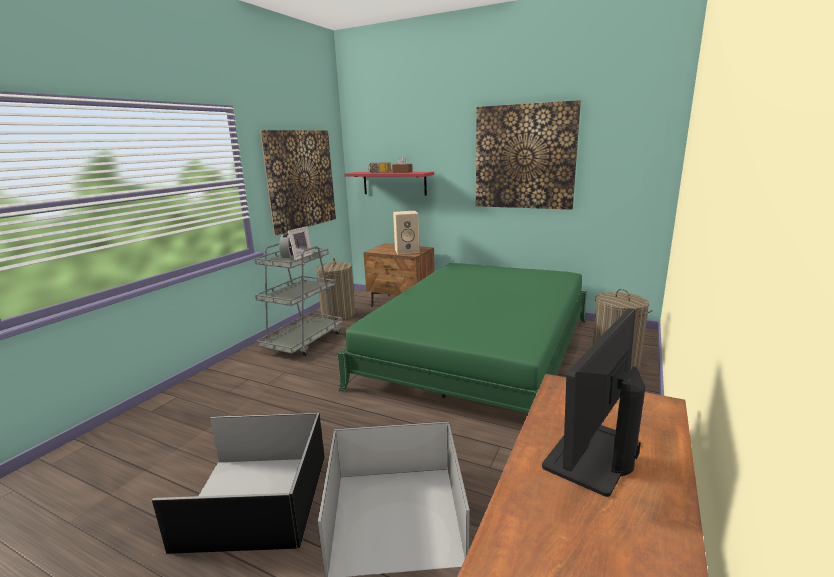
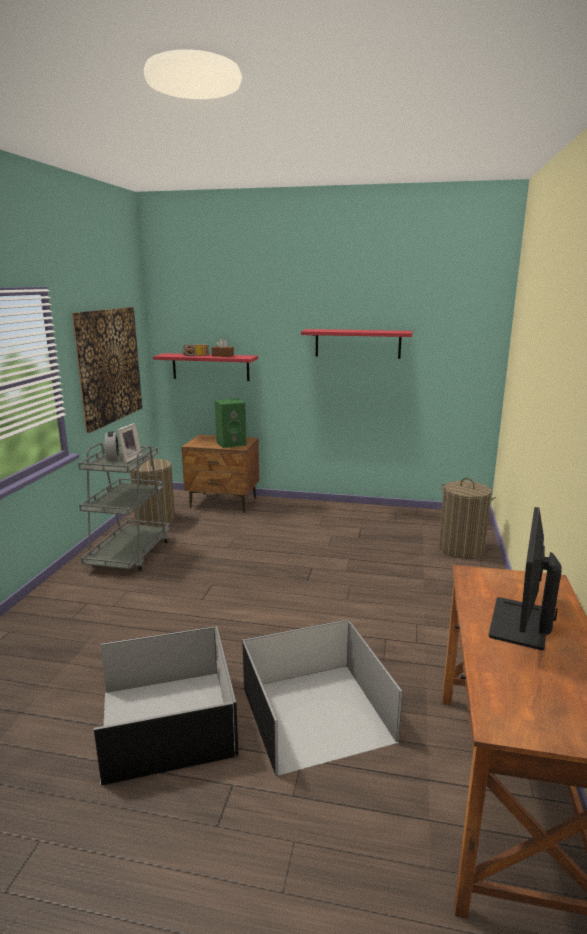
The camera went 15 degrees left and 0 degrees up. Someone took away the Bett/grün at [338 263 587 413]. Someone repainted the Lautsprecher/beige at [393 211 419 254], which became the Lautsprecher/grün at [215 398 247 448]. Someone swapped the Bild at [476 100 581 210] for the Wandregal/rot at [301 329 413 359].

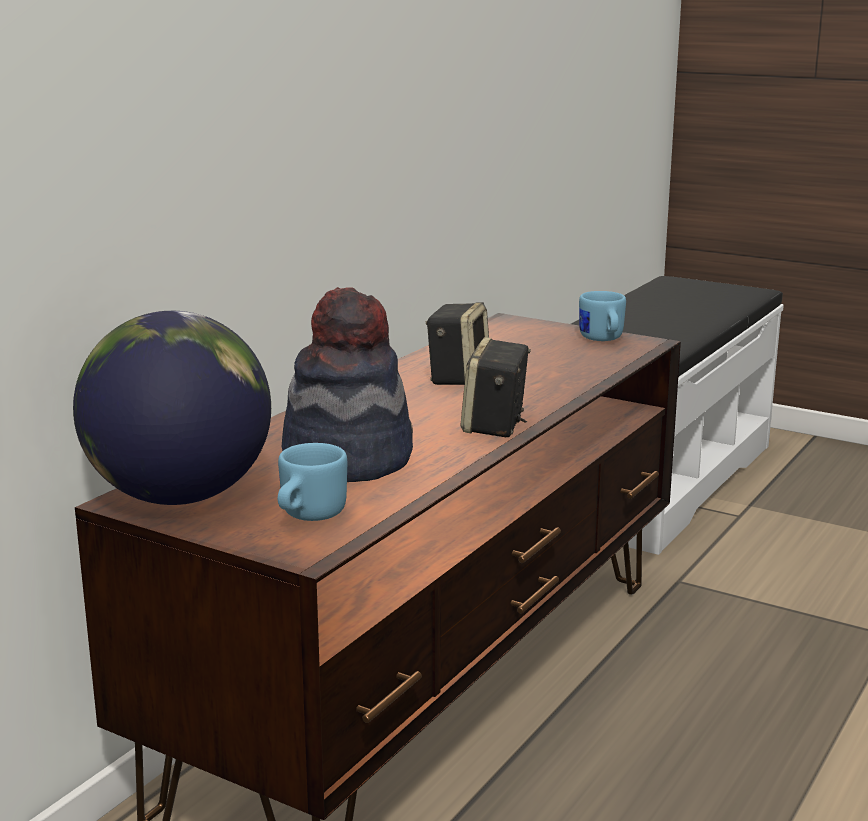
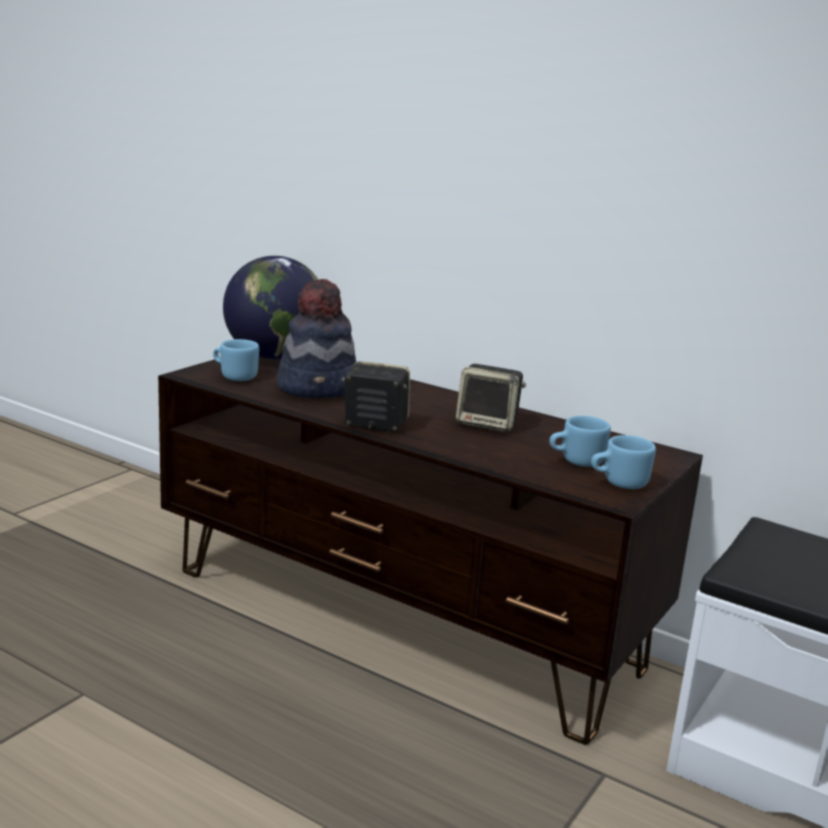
The camera went 90 degrees right and 0 degrees up. Someone put down the Henkelbecher/blau at [550 416 611 467].

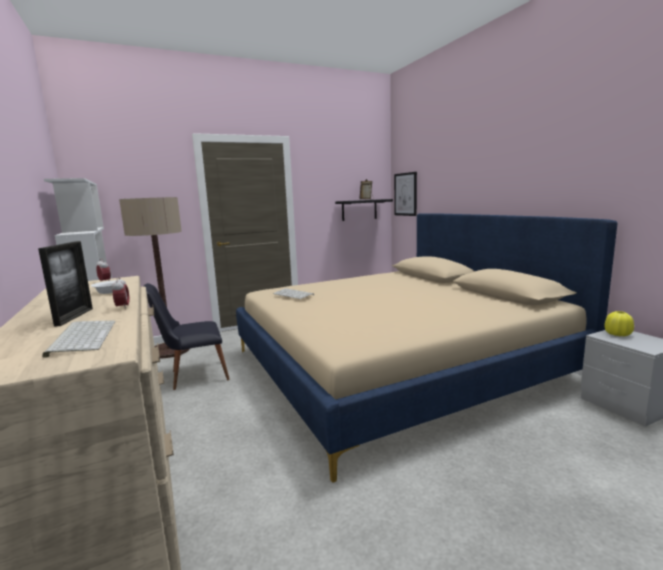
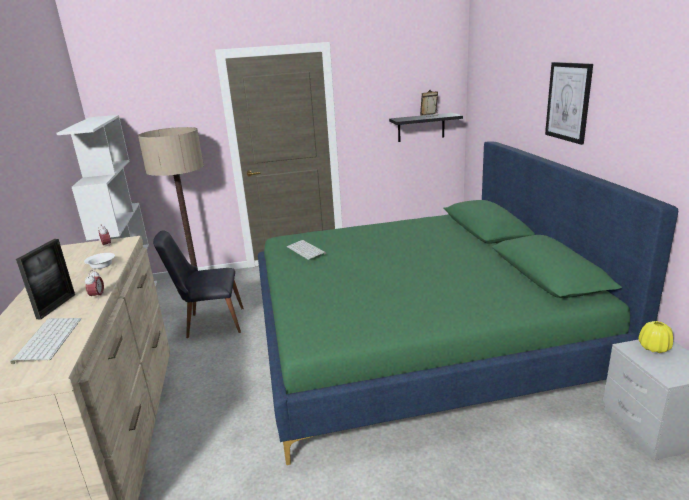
The camera went 15 degrees right and 10 degrees up. Someone repainted the Bett/beige at [236 214 618 483], which became the Bett/grün at [258 141 678 465]. Someone carried the Bild from [394 172 417 216] to [545 62 593 145].

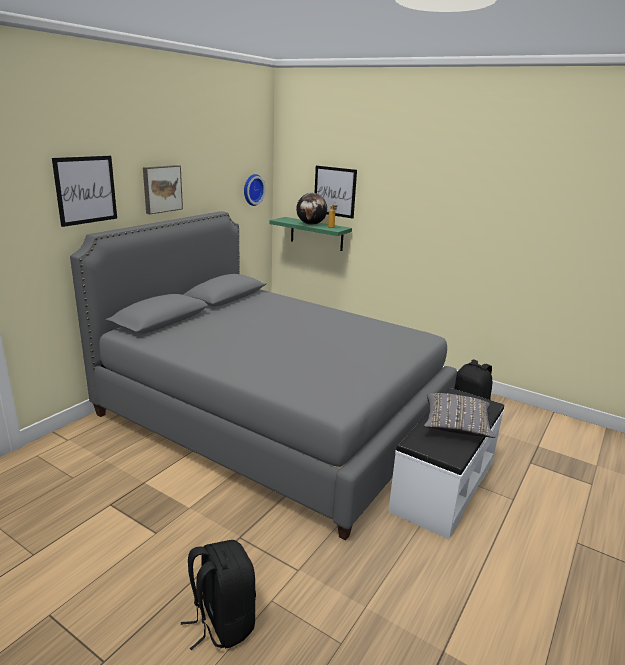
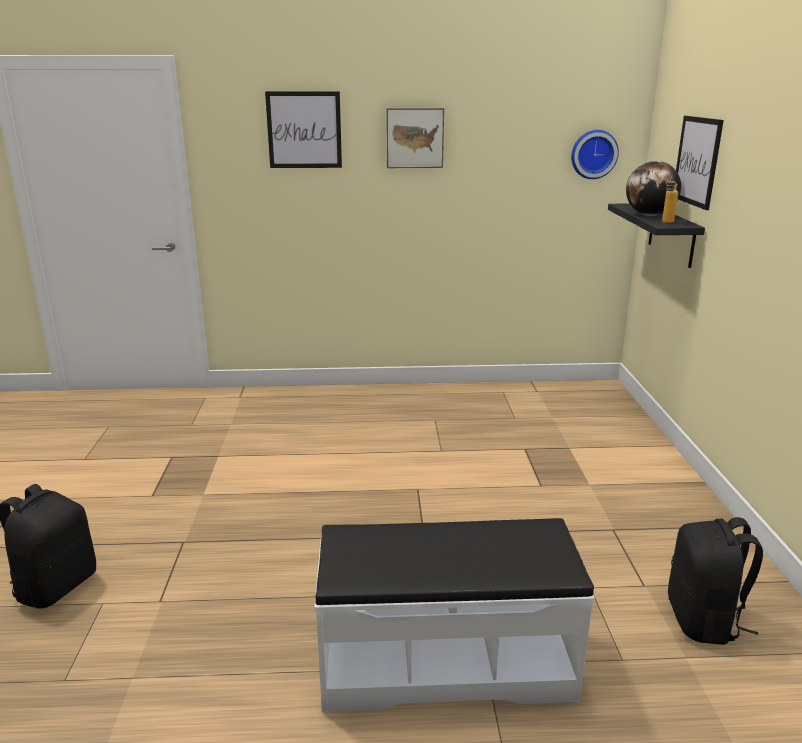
The camera went 55 degrees right and 0 degrees up. Someone took away the Bett/grau at [70 211 457 541]. Someone repainted the Wandregal/grün at [270 217 352 251], which became the Wandregal/schwarz at [608 204 705 268]. Someone took away the Kissen/grau at [424 393 495 438].

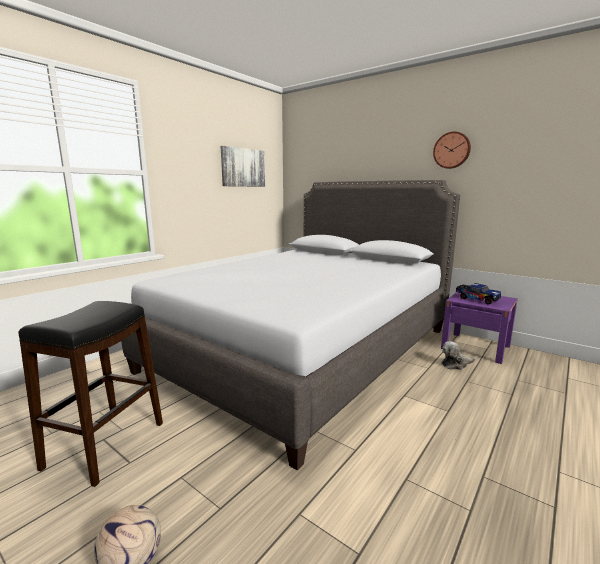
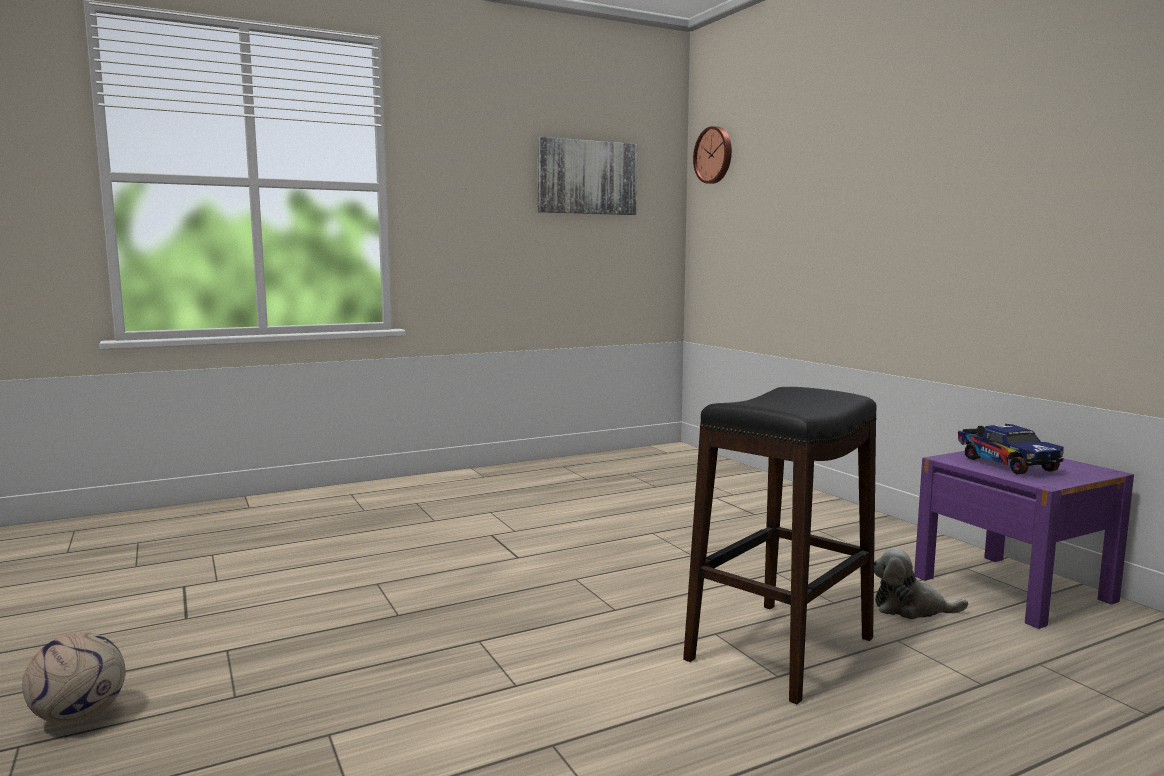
The camera went 25 degrees right and 5 degrees down. Someone carried the Hocker/schwarz from [18 301 163 487] to [683 387 877 705]. Someone took away the Bett/grau at [121 180 460 471]. Someone carried the Wanduhr from [433 131 471 169] to [693 126 732 184].

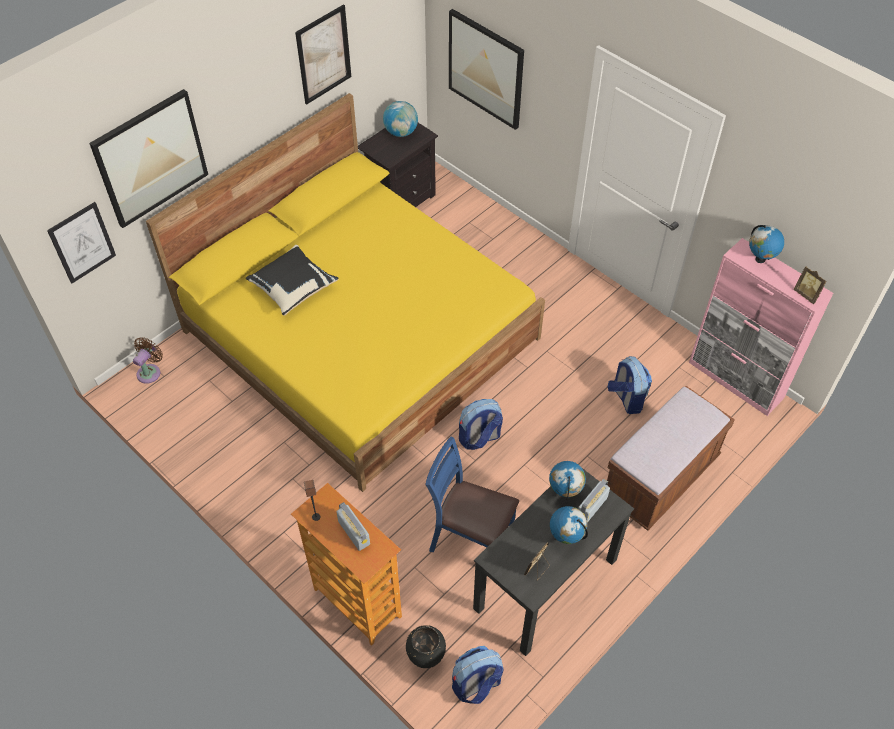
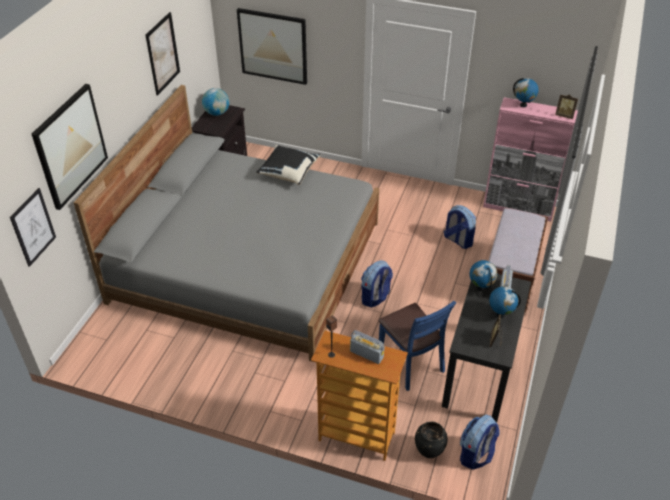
The camera went 25 degrees left and 10 degrees down. Someone took away the Ventilator/braun at [133 337 163 384]. Someone repainted the Bett/gelb at [146 93 545 492], which became the Bett/grau at [73 85 379 362]. Someone carried the Kissen/schwarz from [246 245 339 316] to [256 145 320 185]. Someone rotated the Stuhl/blau at [425 437 519 552] by 120 degrees counterclockwise.

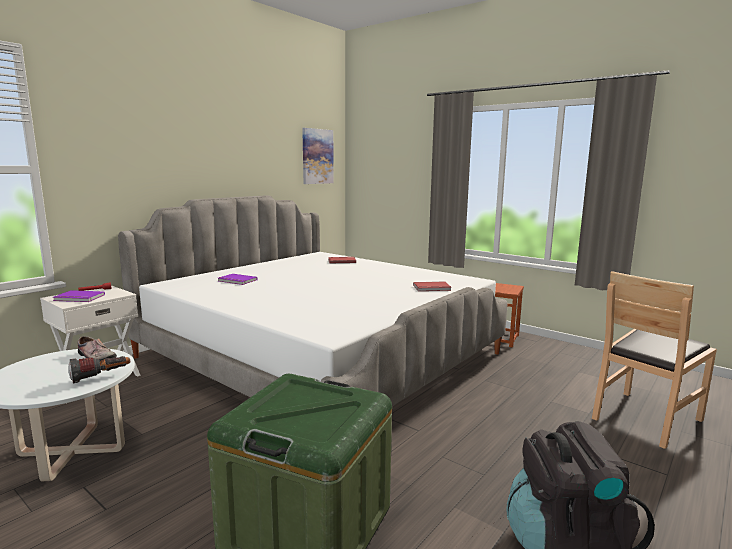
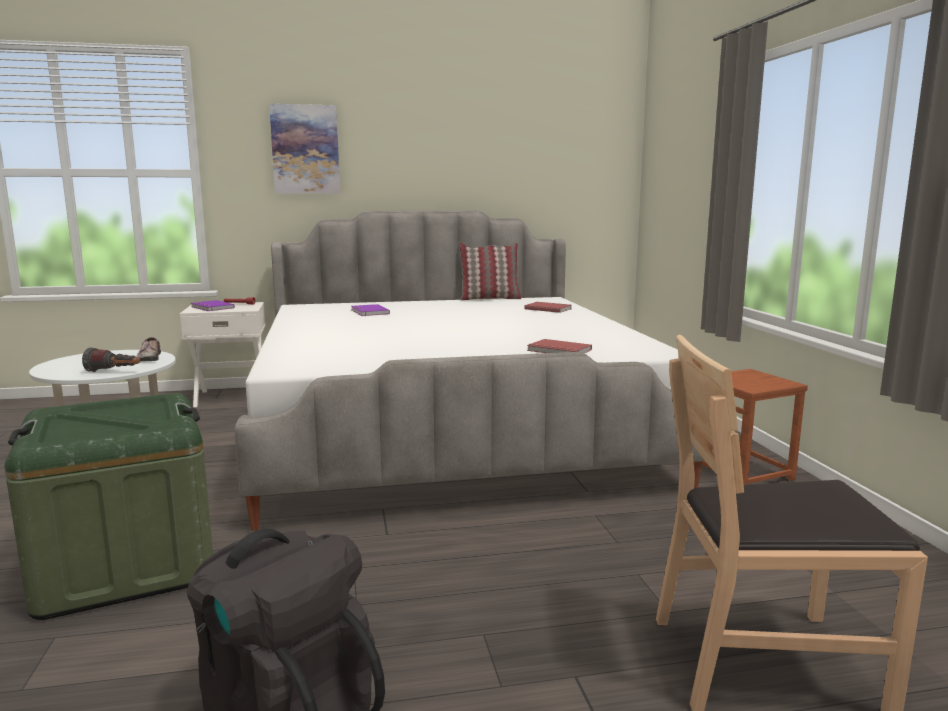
The camera went 40 degrees right and 0 degrees up. Someone carried the Bild from [302 128 334 184] to [269 104 340 194]. Someone put down the Kissen at [459 242 521 300].

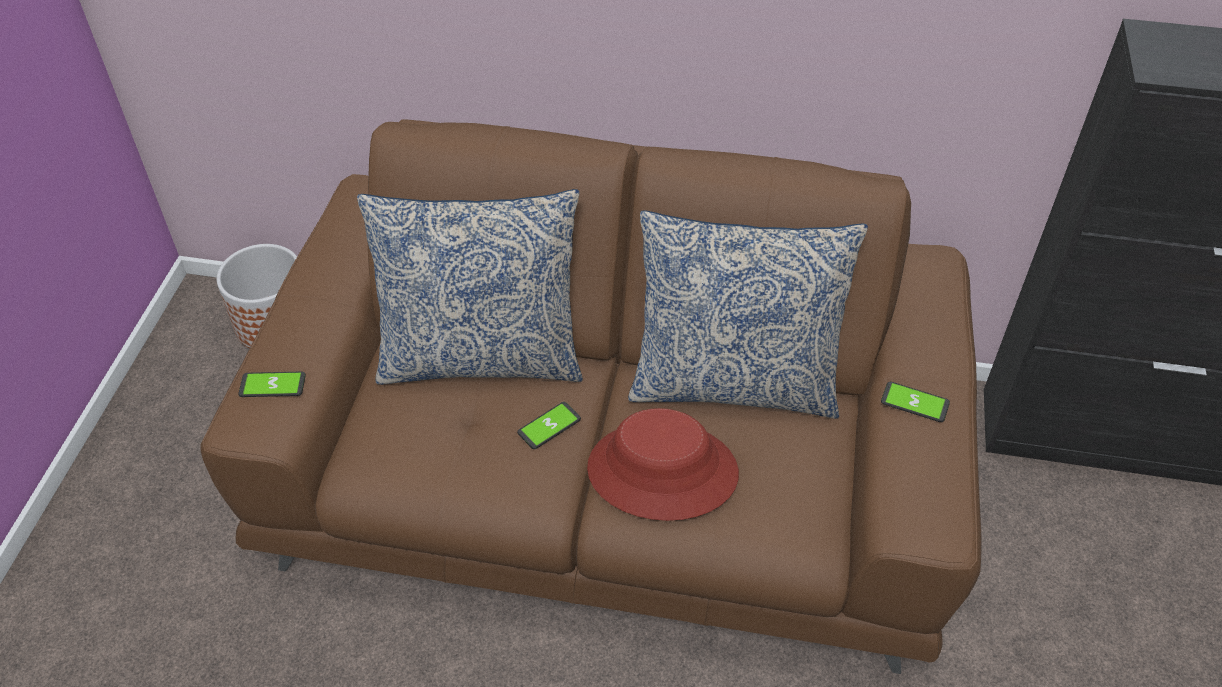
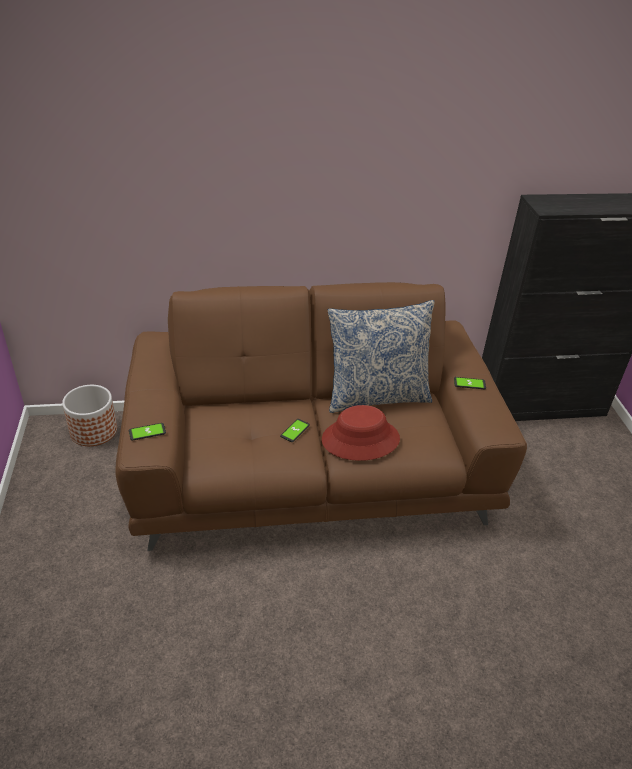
The camera went 20 degrees left and 10 degrees down. Someone took away the Kissen at [357 189 583 385].

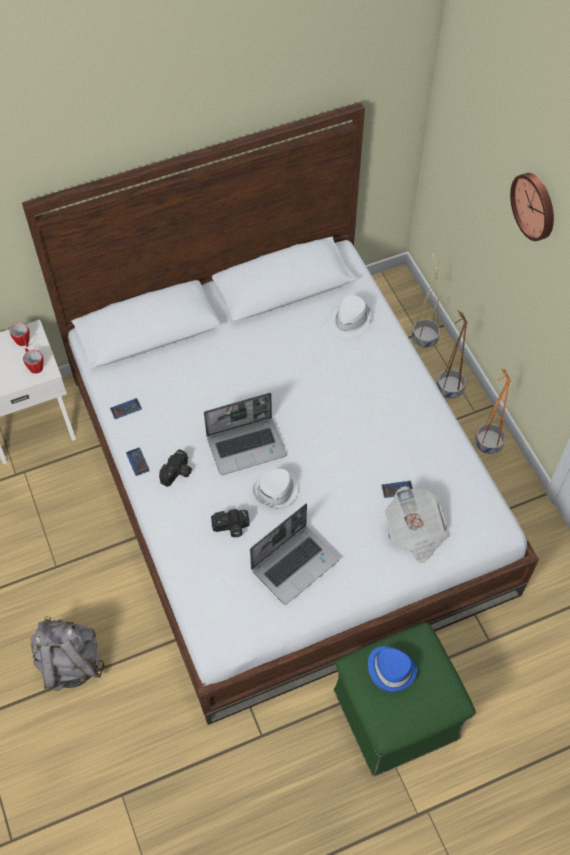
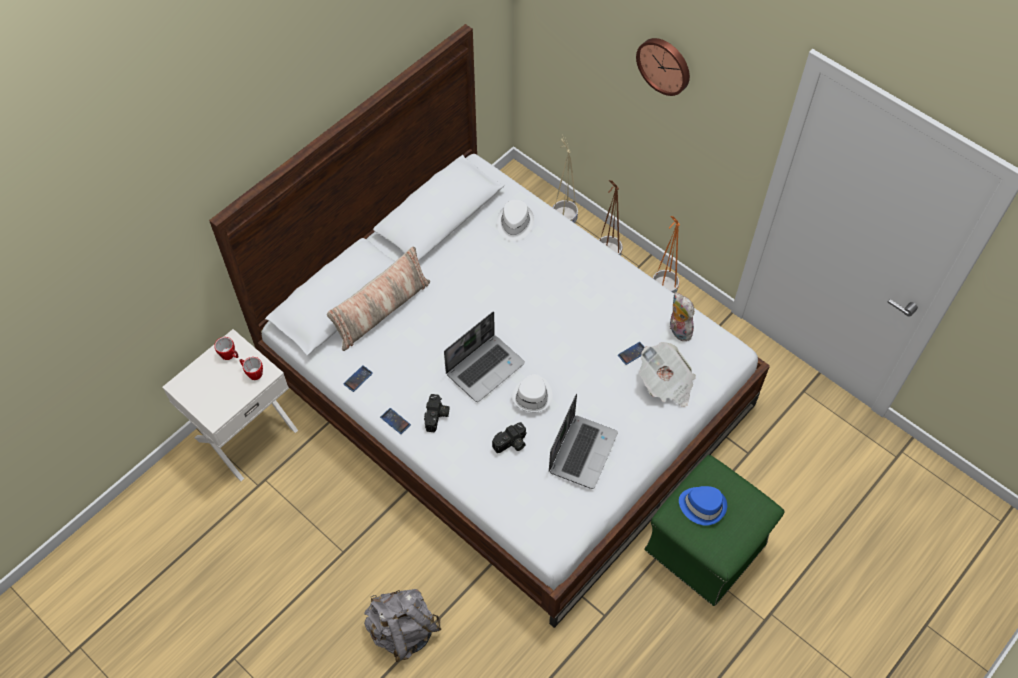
The camera went 25 degrees left and 0 degrees up. Someone put down the Kissen at [327 246 430 351]. Someone put down the Plüschtier at [670 292 694 341].

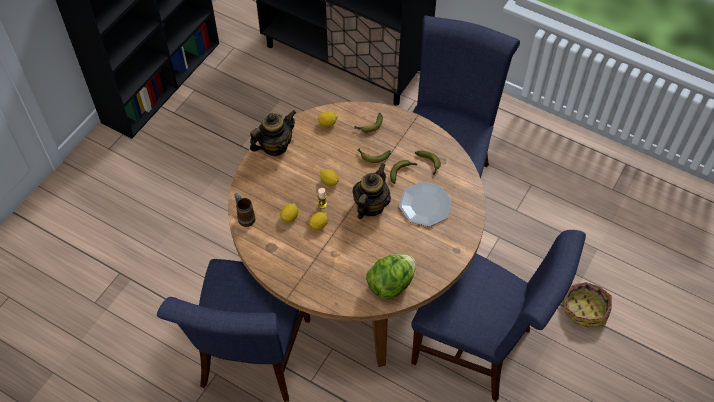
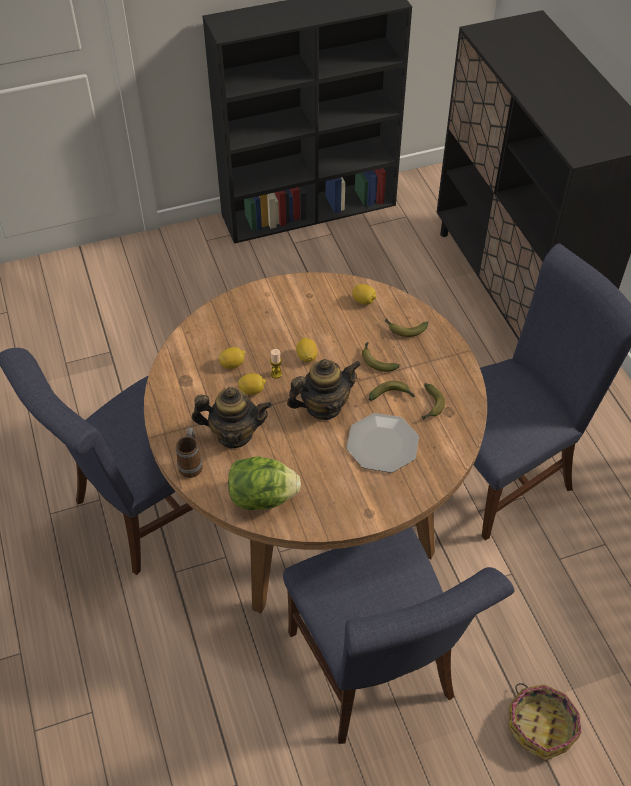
The camera went 40 degrees right and 5 degrees down. Someone carried the Henkelbecher from [234 193 255 227] to [176 427 203 478]. Someone carried the Teekanne from [250 110 296 156] to [192 387 272 448].

